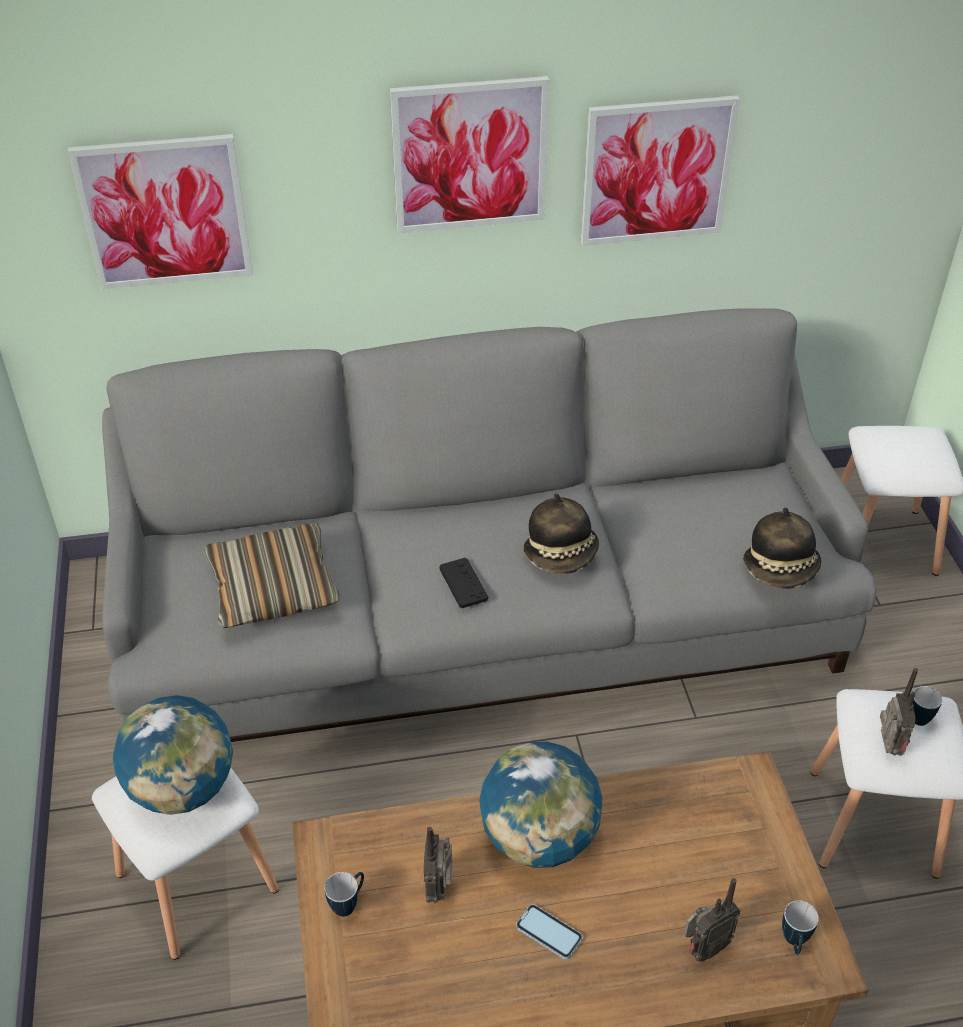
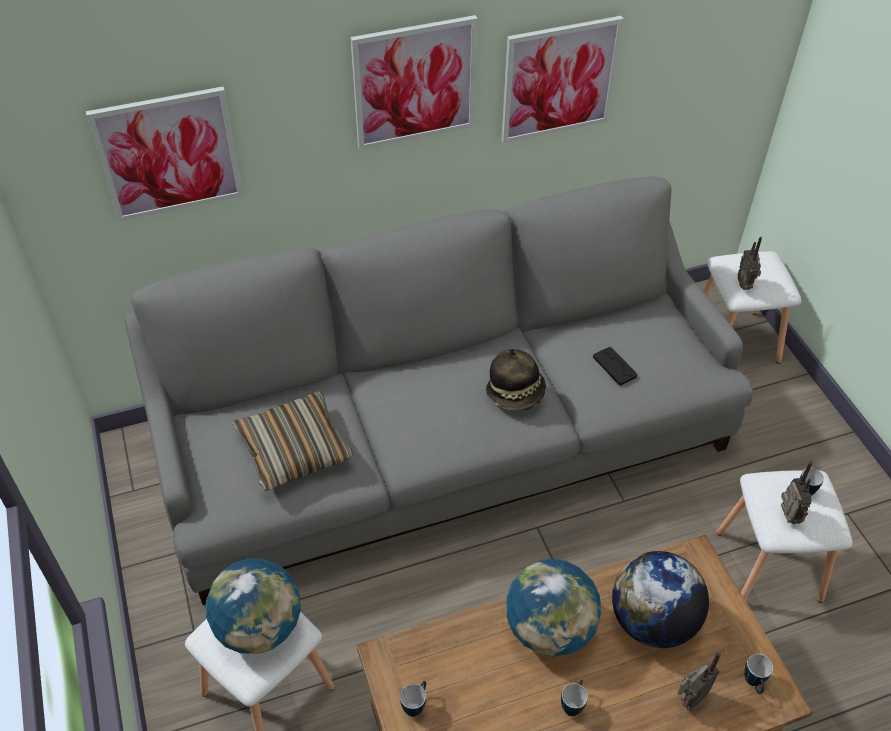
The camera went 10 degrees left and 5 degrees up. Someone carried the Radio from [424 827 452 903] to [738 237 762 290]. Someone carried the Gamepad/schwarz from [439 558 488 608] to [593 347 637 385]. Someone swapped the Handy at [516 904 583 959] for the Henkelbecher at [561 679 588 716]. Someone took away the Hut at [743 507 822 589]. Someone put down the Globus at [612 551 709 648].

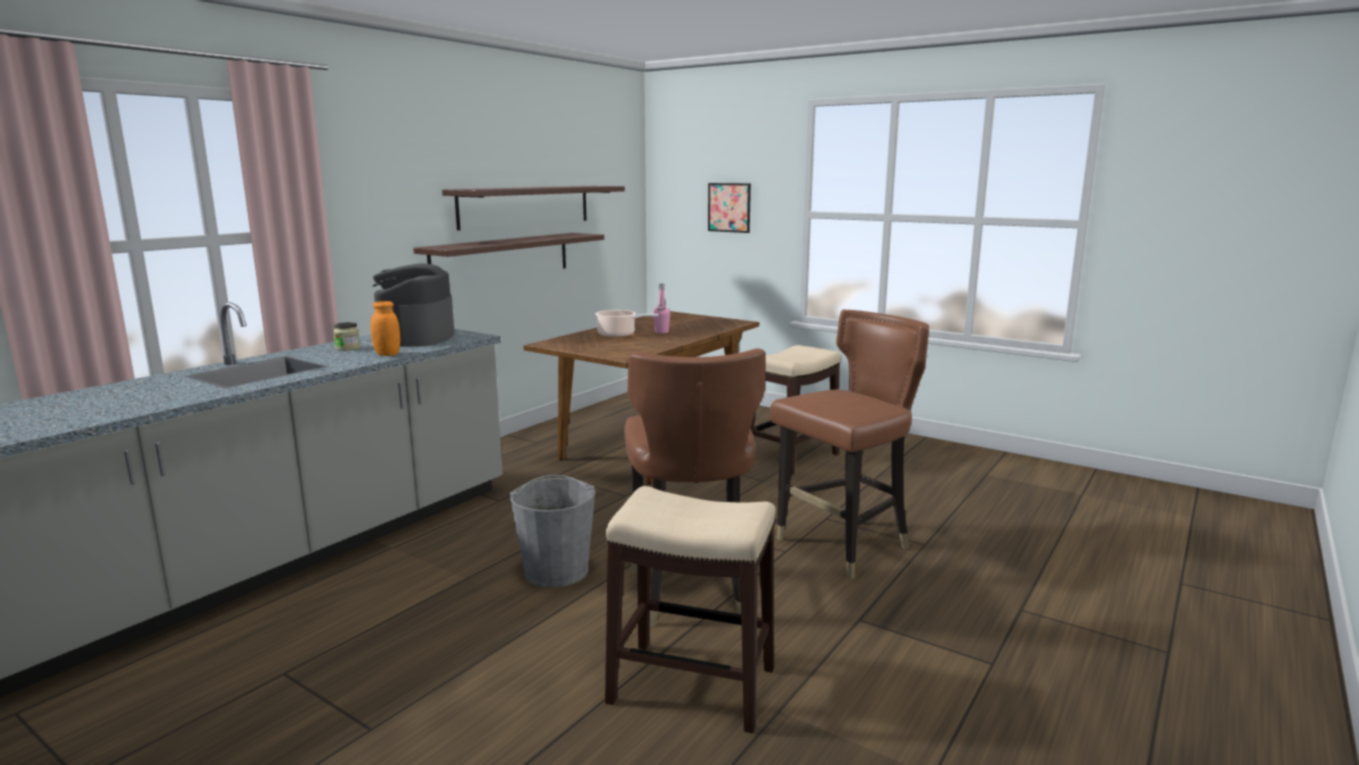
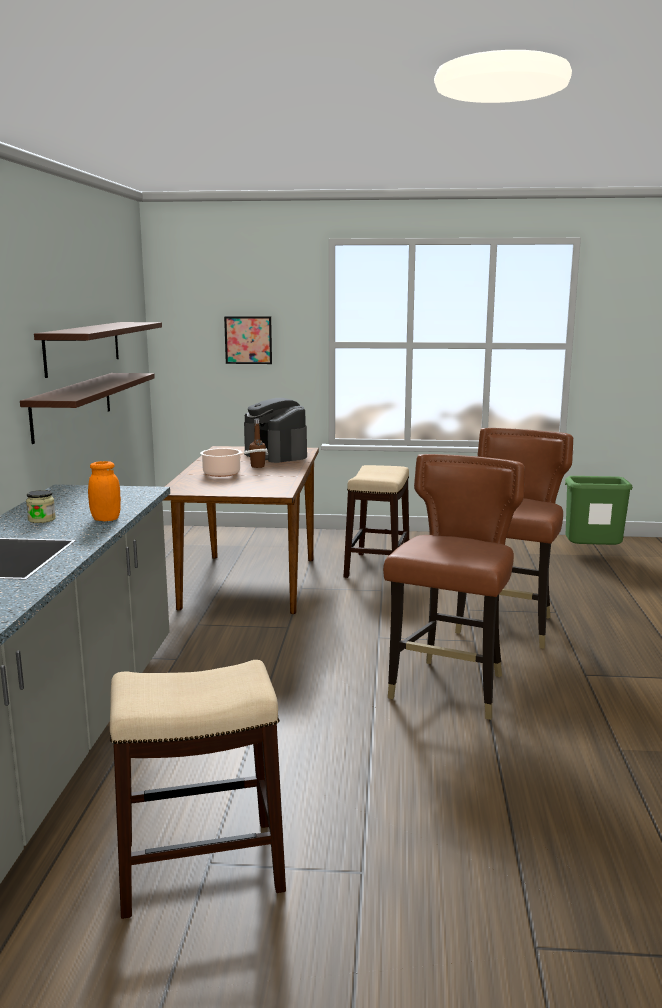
The camera went 30 degrees left and 0 degrees up. Someone carried the Kaffeemaschine from [373 263 455 347] to [244 398 307 463]. Someone took away the Eimer/grau at [510 475 595 588]. Someone carried the Hocker from [605 486 776 733] to [110 660 286 919]. Someone rotated the Stuhl/braun at [624 348 766 627] by 120 degrees counterclockwise. Someone repainted the Flasche/rosa at [653 283 670 334], which became the Flasche/braun at [249 419 266 468]. Someone put down the Mülleimer/grün at [565 476 633 545].

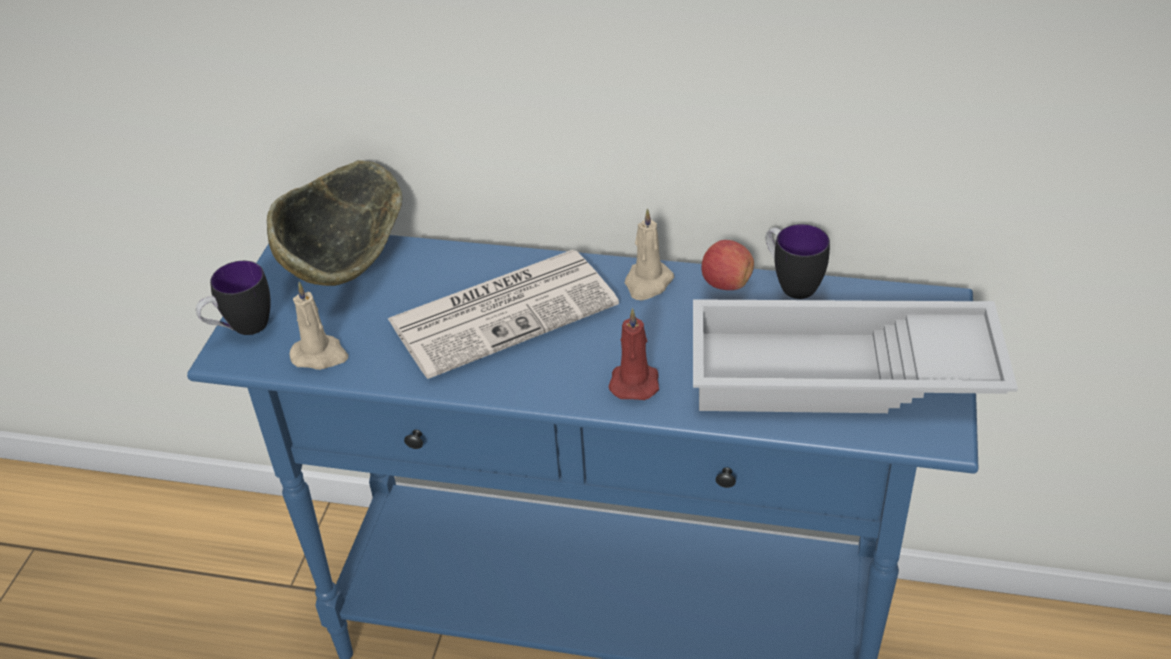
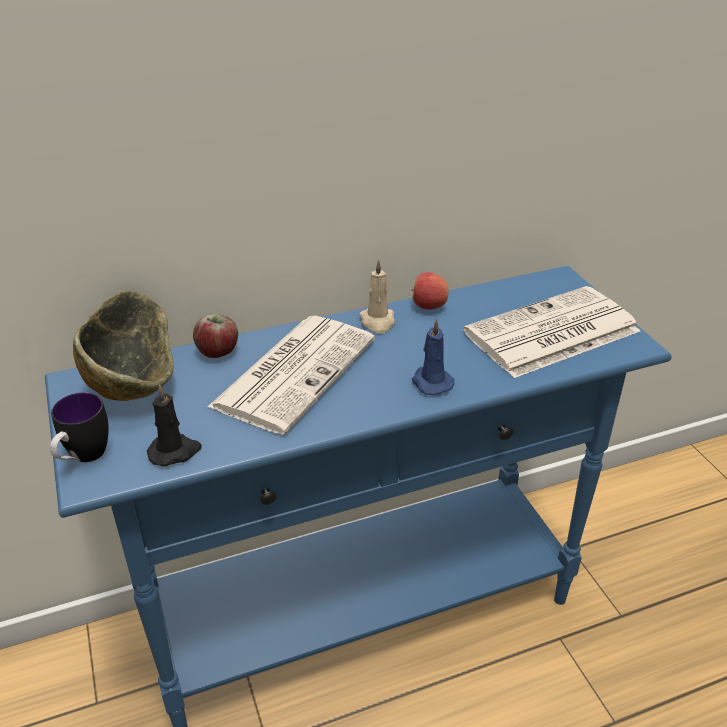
The camera went 35 degrees left and 5 degrees down. Someone repainted the Kerze/beige at [290 282 348 370], which became the Kerze/schwarz at [147 385 202 466]. Someone repainted the Kerze/rot at [608 308 659 400], which became the Kerze/blau at [412 318 455 396]. Someone swapped the Tablett/weiß at [693 299 1018 413] for the Zeitung at [463 286 640 378]. Someone took away the Henkelbecher at [766 224 830 299]. Someone put down the Apfel at [193 314 238 358].

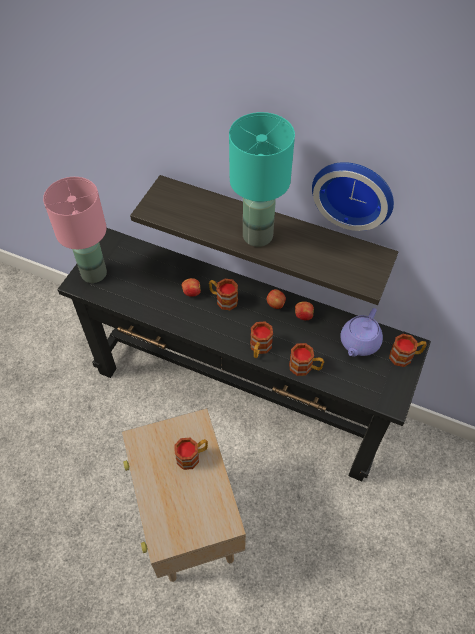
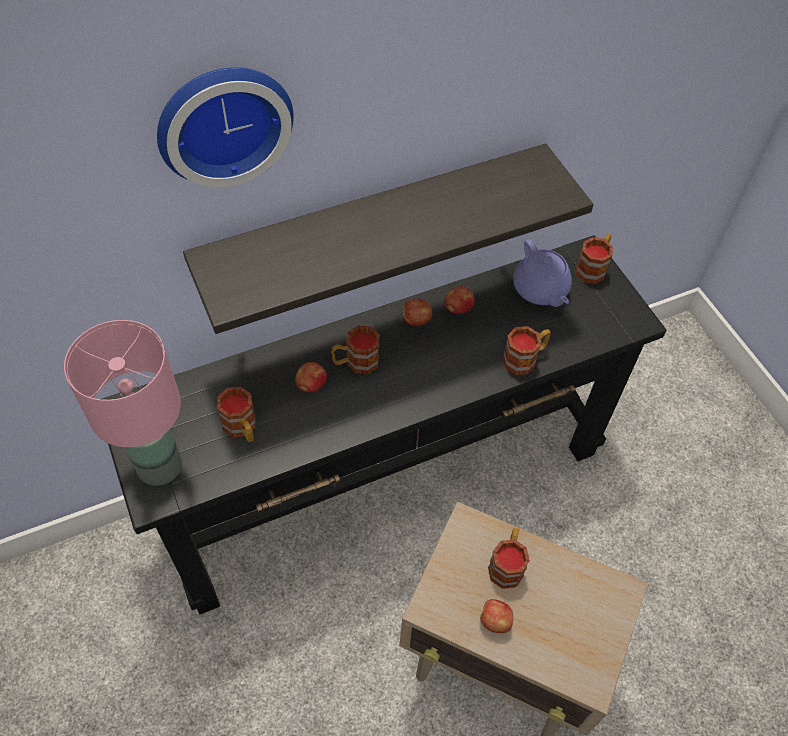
The camera went 50 degrees left and 0 degrees up. Someone took away the Tischlampe/türkis at [229 112 295 247]. Someone carried the Henkelbecher from [250 322 273 358] to [217 387 256 442]. Someone carried the Wanduhr from [312 162 394 231] to [157 67 294 187]. Someone put down the Apfel at [480 599 513 633].

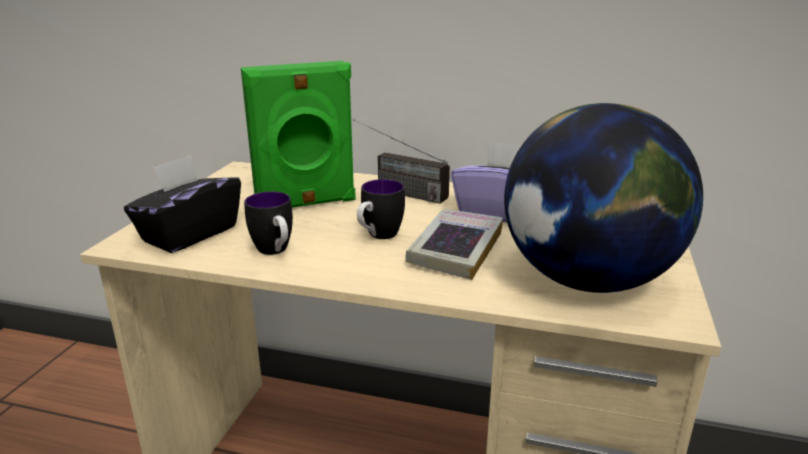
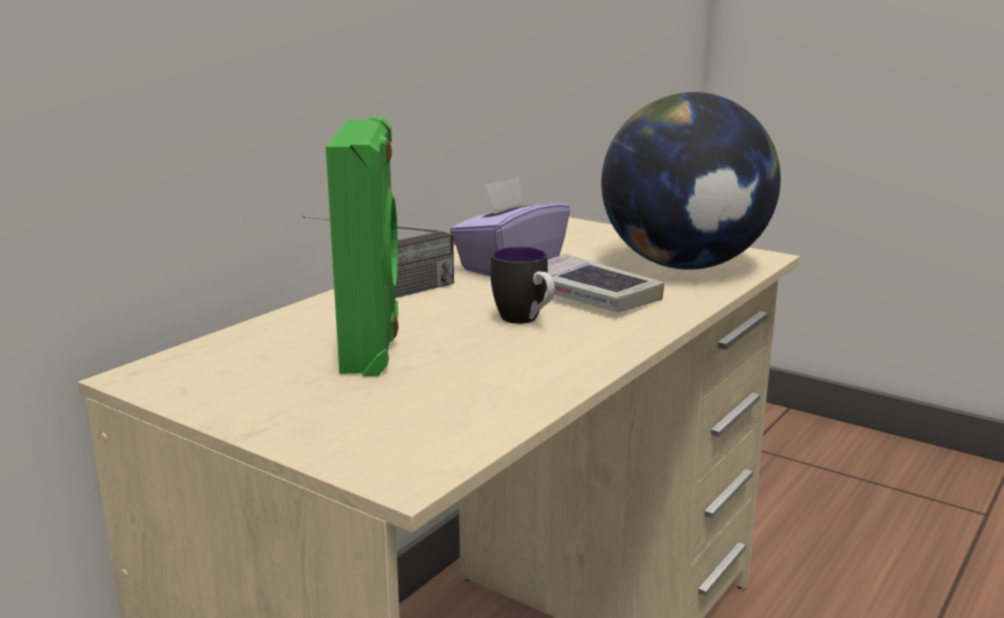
The camera went 70 degrees left and 5 degrees down. Someone took away the Taschentuchbox/schwarz at [124 155 241 253]. Someone took away the Henkelbecher at [244 191 293 255].

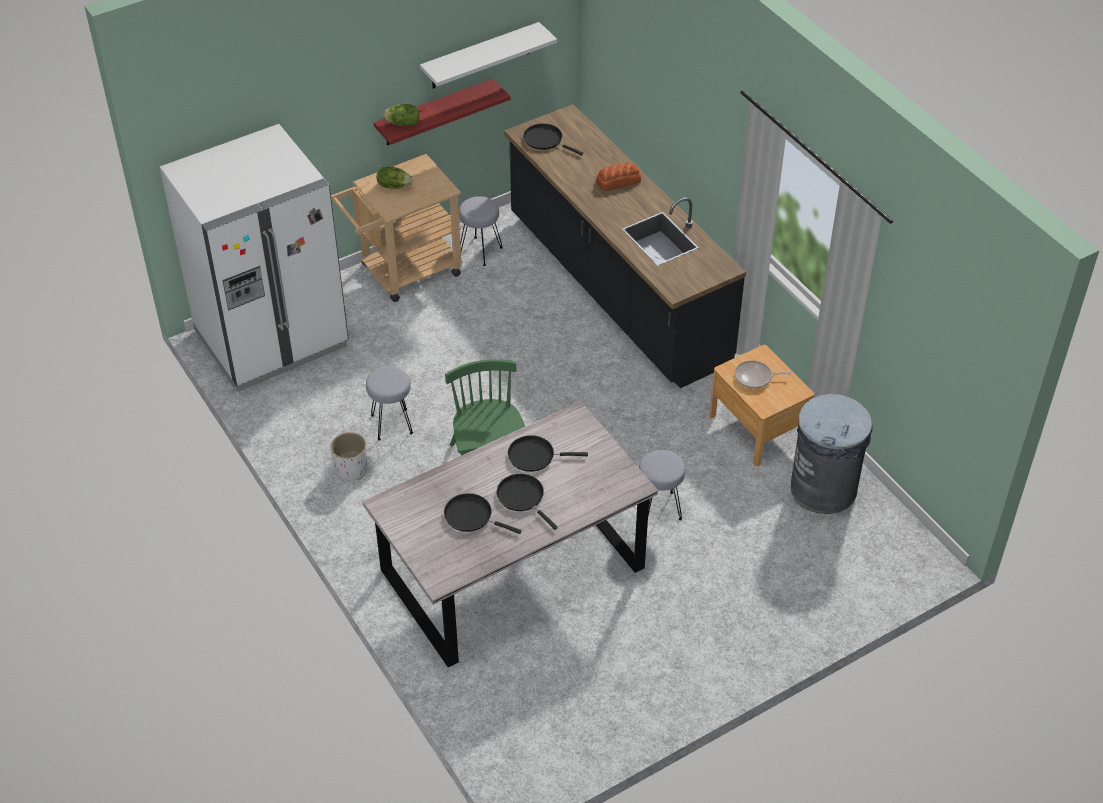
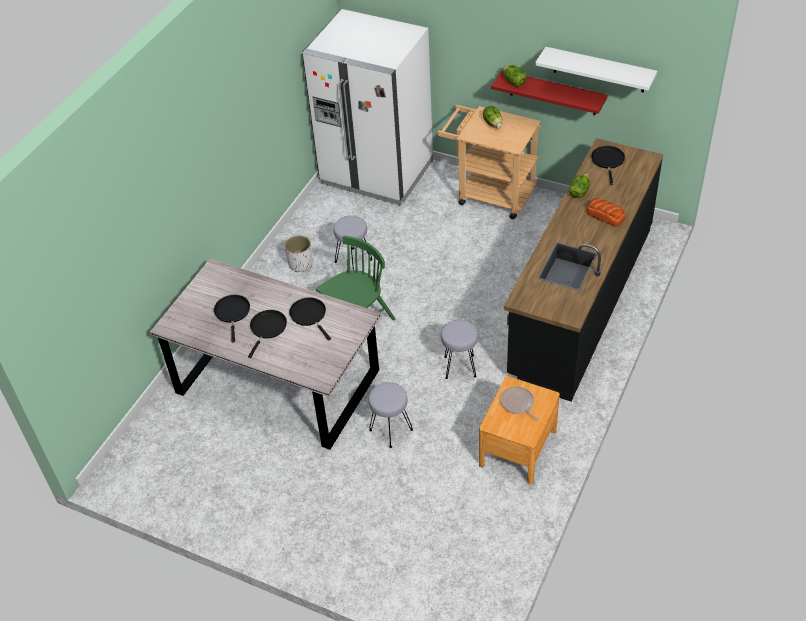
The camera went 60 degrees right and 0 degrees up. Someone carried the Hocker/grau from [459 196 503 266] to [441 320 478 379]. Someone took away the Mülleimer/grau at [791 394 873 514]. Someone put down the Salatkopf at [569 174 590 198].

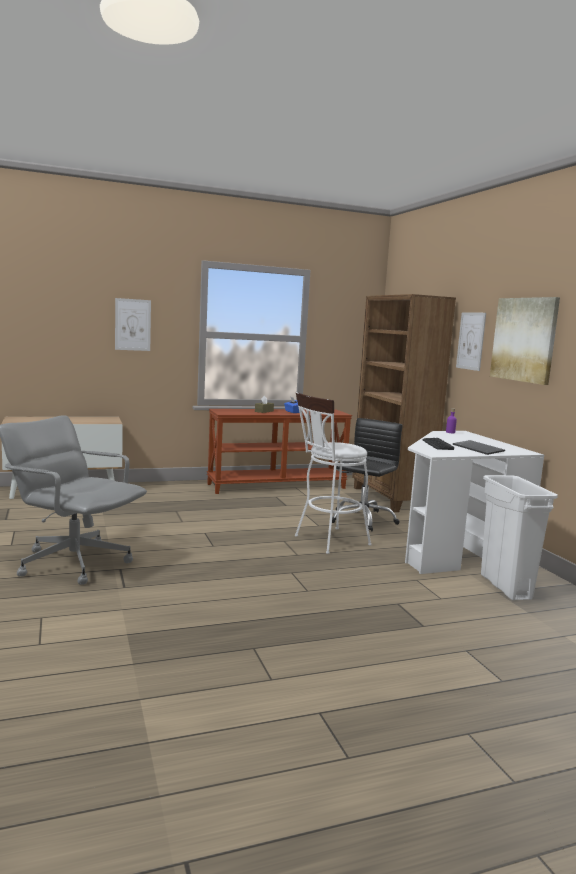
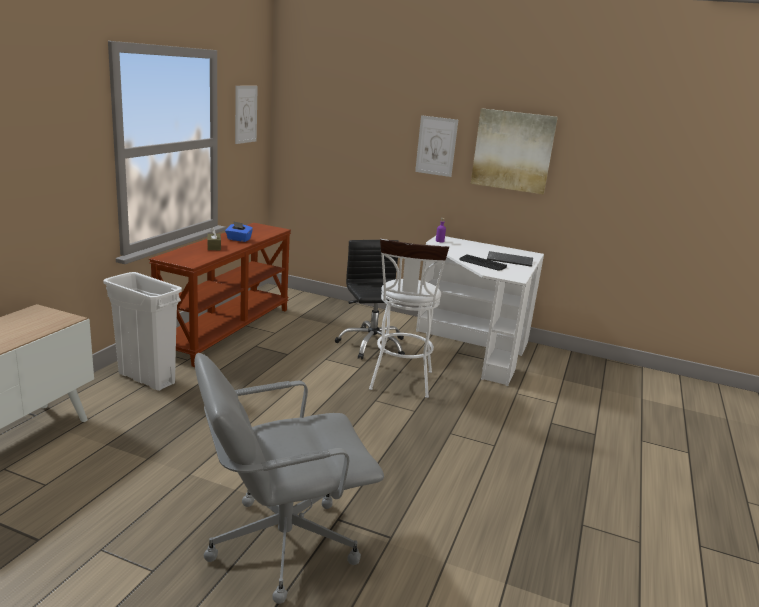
The camera went 50 degrees left and 10 degrees up. Someone carried the Bild from [115 298 151 351] to [235 86 258 144]. Someone took away the Bücherregal/braun at [352 294 456 512]. Someone carried the Mülleimer/weiß from [481 475 558 600] to [103 272 182 391].

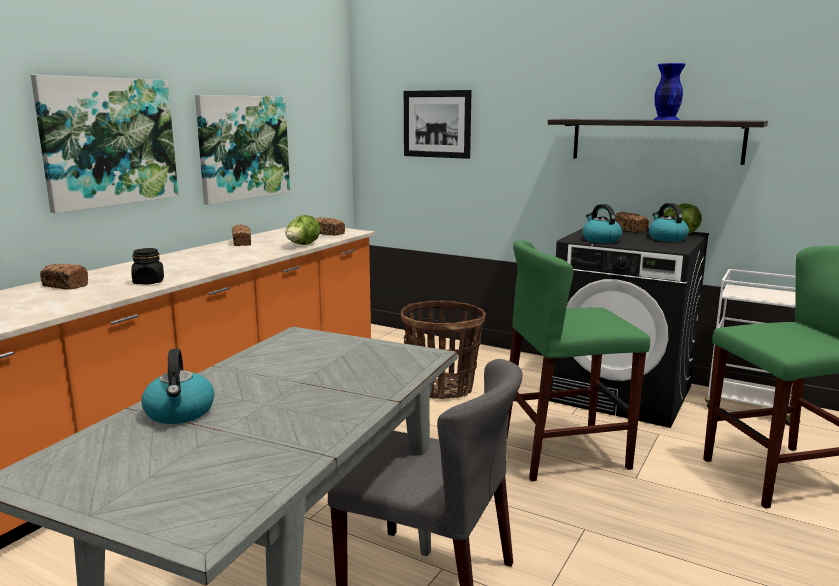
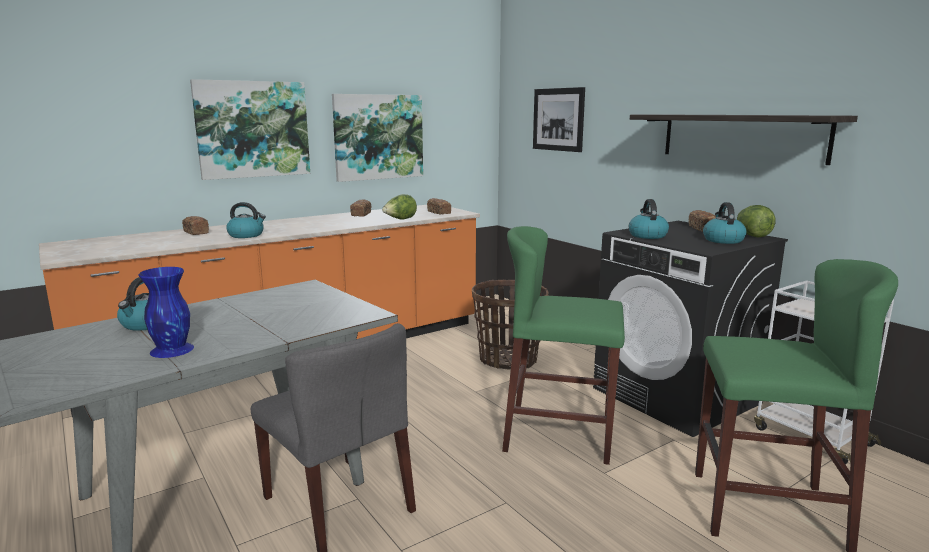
The camera went 25 degrees right and 0 degrees up. Someone swapped the Vorratsglas/schwarz at [131 248 164 285] for the Wasserkessel at [226 202 266 238]. Someone carried the Vase/blau from [653 63 686 120] to [139 267 194 358].

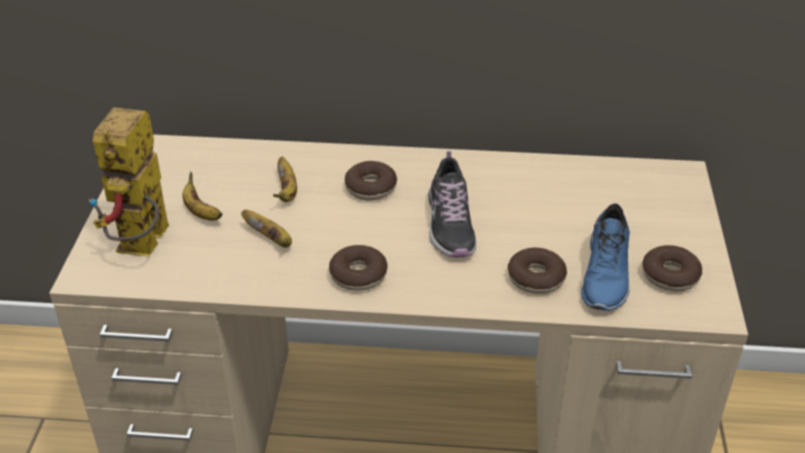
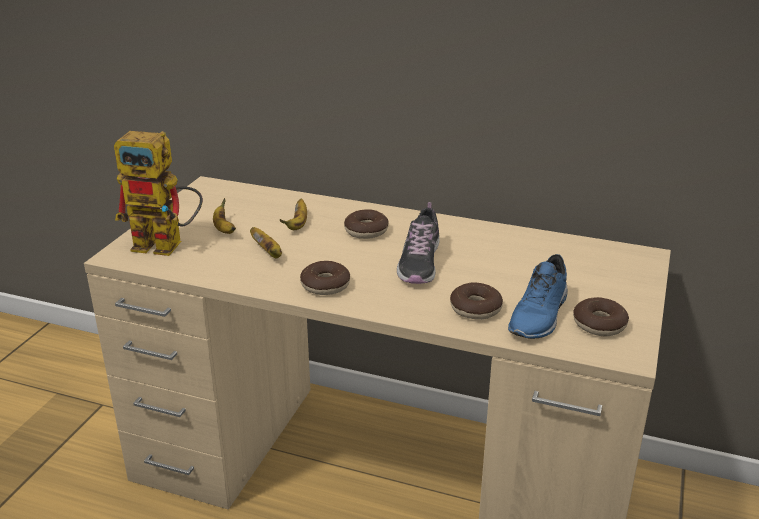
The camera went 15 degrees right and 10 degrees down. Someone rotated the Spielzeugroboter at [89 107 169 256] by 105 degrees counterclockwise.

